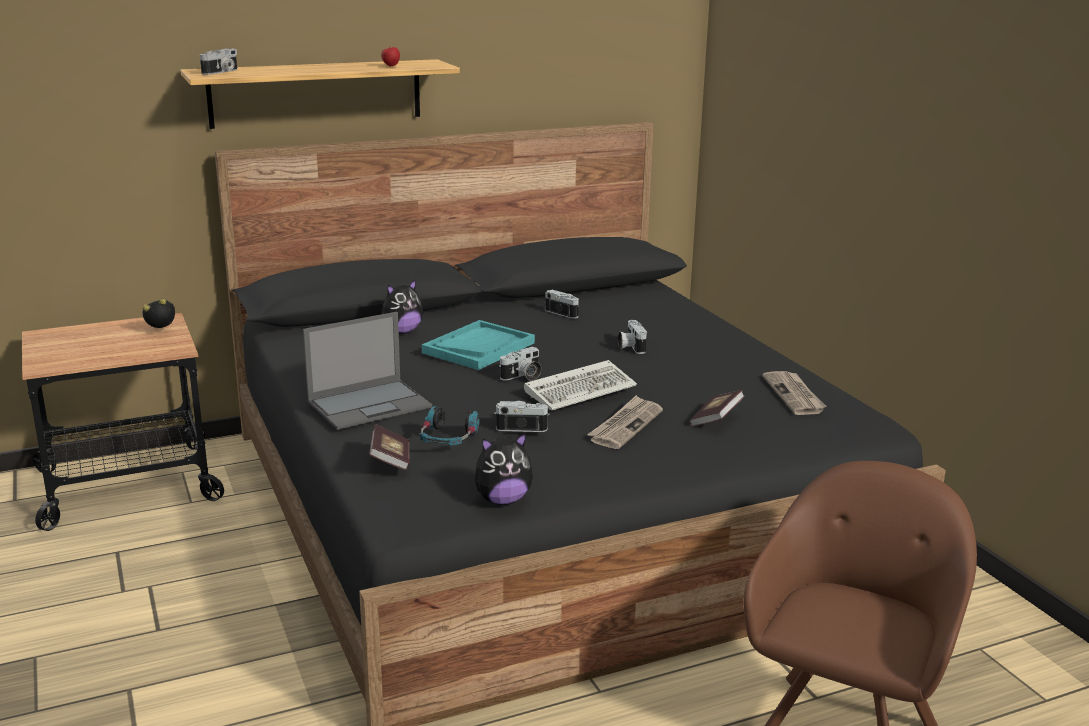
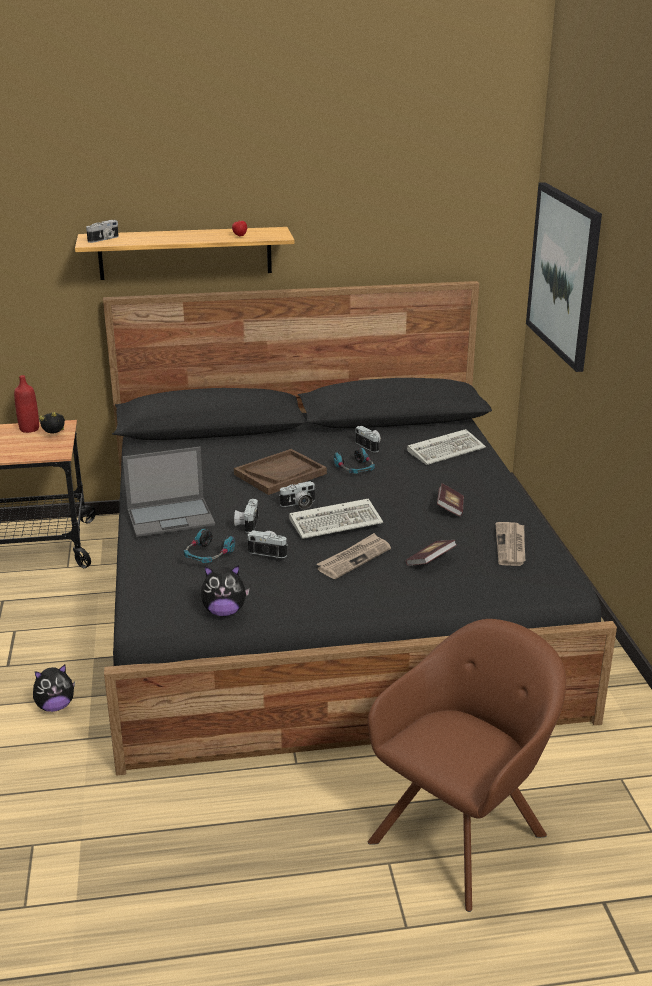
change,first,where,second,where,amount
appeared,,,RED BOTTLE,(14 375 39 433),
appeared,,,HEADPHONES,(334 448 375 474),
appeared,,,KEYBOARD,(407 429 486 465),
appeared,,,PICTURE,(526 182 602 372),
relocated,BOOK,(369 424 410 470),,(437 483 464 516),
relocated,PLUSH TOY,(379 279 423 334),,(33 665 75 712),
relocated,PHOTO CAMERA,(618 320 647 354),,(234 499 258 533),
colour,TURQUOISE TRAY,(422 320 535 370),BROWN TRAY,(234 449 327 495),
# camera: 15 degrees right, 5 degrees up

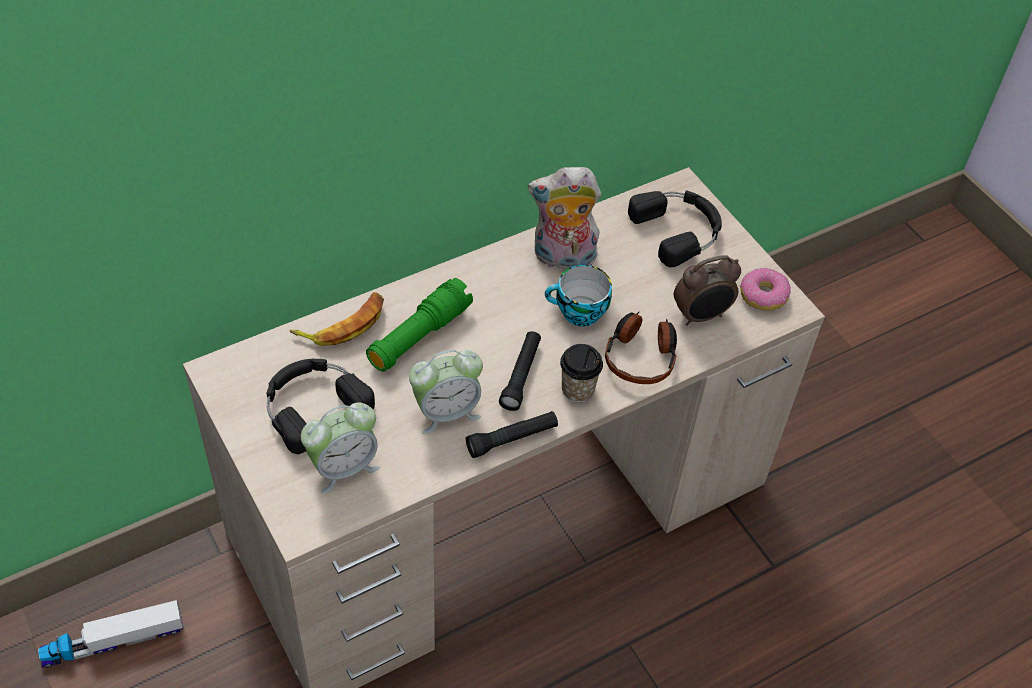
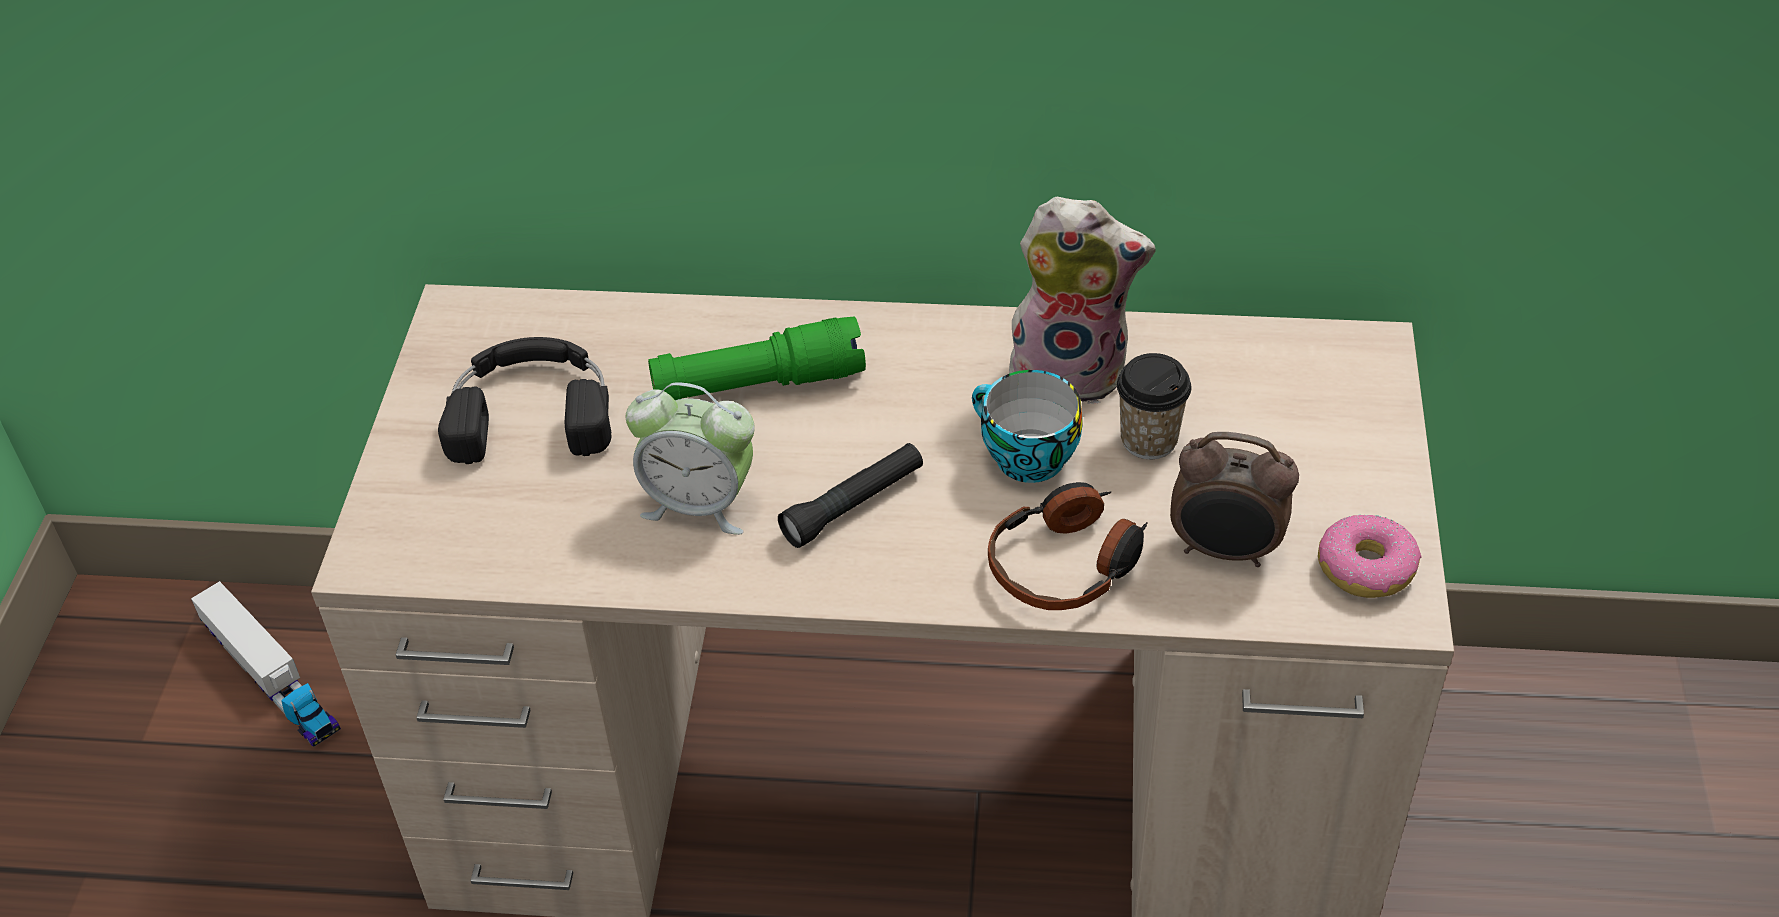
change,first,where,second,where,amount
missing,BANANA,(290 292 384 346),,,
missing,ALARM CLOCK,(301 403 380 494),,,
missing,BLACK FLASHLIGHT,(466 411 558 458),,,
missing,BLACK HEADPHONES,(628 191 722 267),,,
relocated,CUP,(560 344 603 403),,(1117 353 1191 459),
spun,TOY TRUCK,(38 600 184 668),,(191 581 341 747),150 degrees counterclockwise
spun,PLUSH TOY,(528 167 601 272),,(1009 197 1155 404),150 degrees clockwise
# camera: 40 degrees right, 5 degrees down

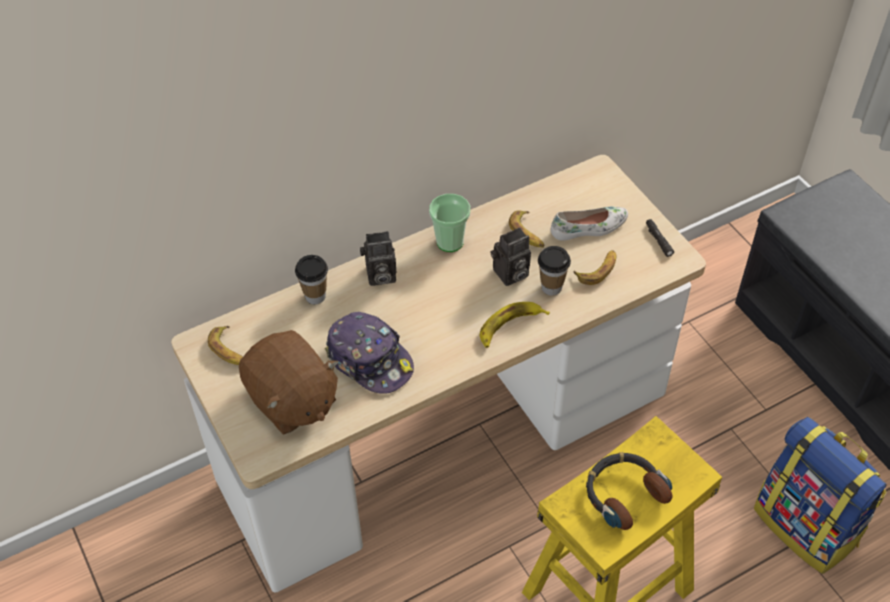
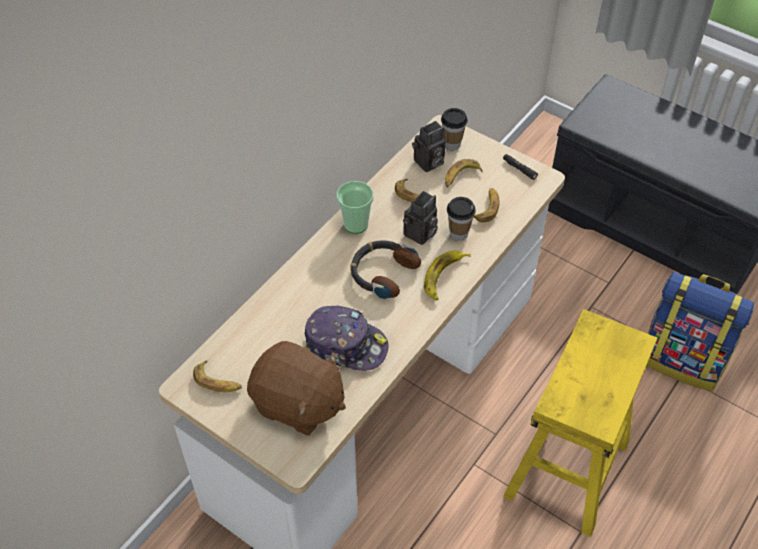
change,first,where,second,where,amount
relocated,CUP,(295 255 328 304),,(441 108 468 150),
relocated,PHOTO CAMERA,(360 231 397 286),,(412 121 446 172),
relocated,HEADPHONES,(586 452 672 530),,(351 240 421 299),
exchanged,WHITE SHOE,(550 207 628 241),BANANA,(445 159 483 187),
# camera: 25 degrees left, 0 degrees up

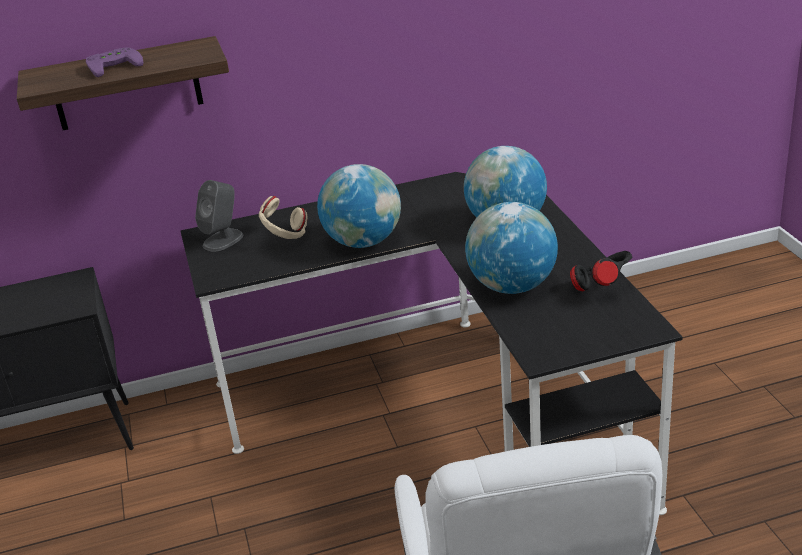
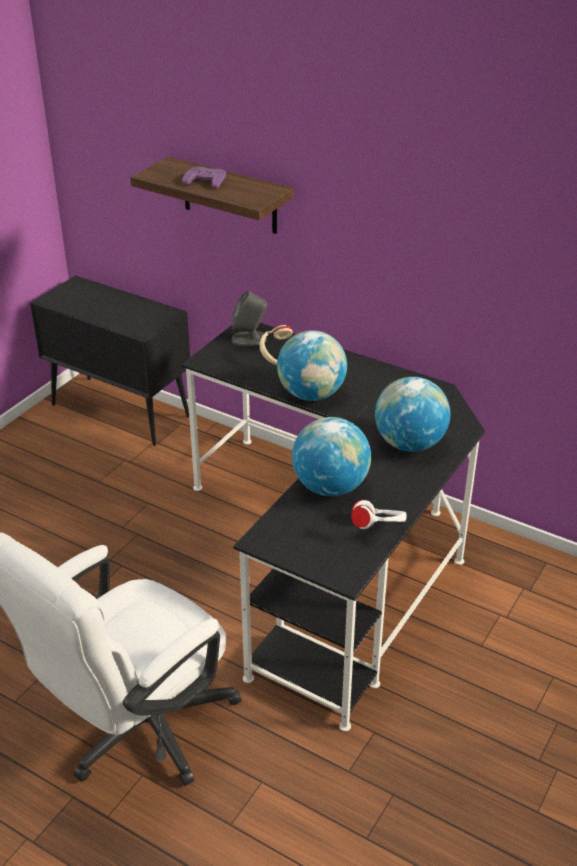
change,first,where,second,where,amount
colour,BLACK HEADPHONES,(570 251 633 291),WHITE HEADPHONES,(351 500 407 529),
# camera: 45 degrees right, 5 degrees up

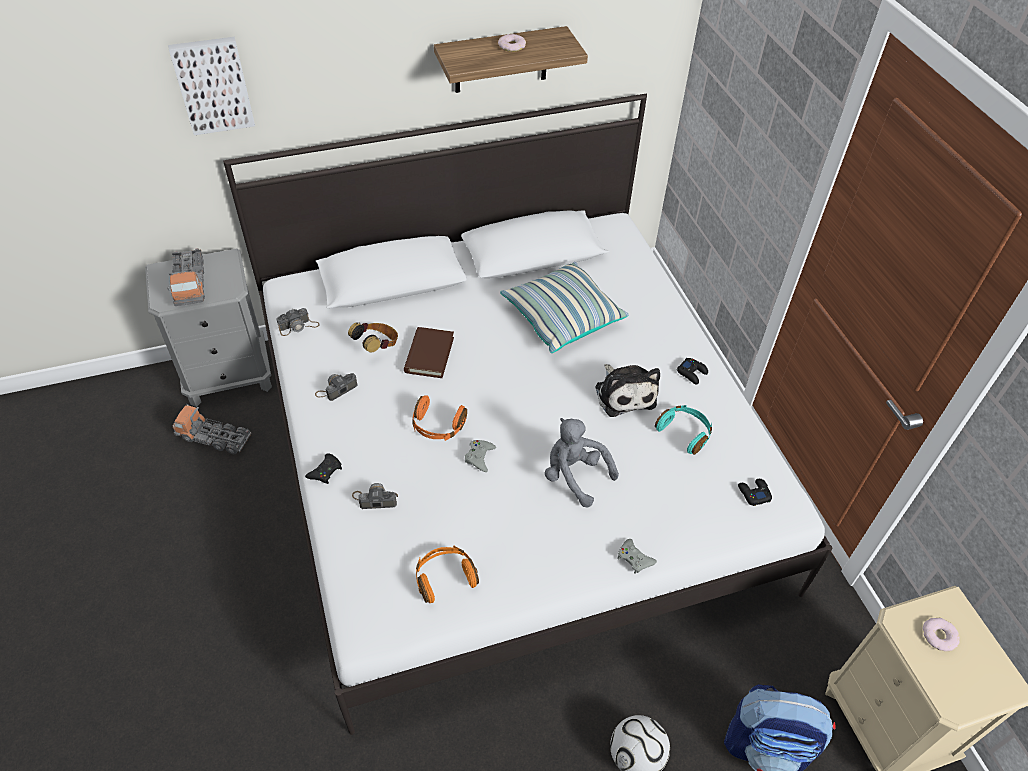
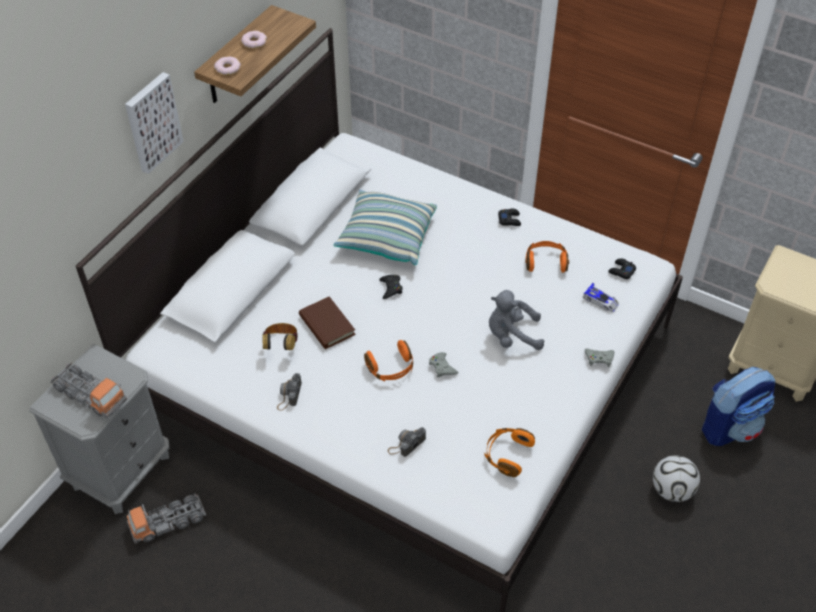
change,first,where,second,where,amount
missing,PHOTO CAMERA,(276 308 320 336),,,
missing,PLUSH TOY,(595 364 660 417),,,
appeared,,,TOY CAR,(583 283 619 312),
relocated,PICTURE,(168 37 255 135),,(125 72 184 174),
relocated,BLACK GAME CONTROLLER,(305 454 342 484),,(379 275 403 299),
relocated,DONUT,(923 618 960 651),,(214 57 241 75),
colour,TURQUOISE HEADPHONES,(655 405 712 455),ORANGE HEADPHONES,(525 241 569 273),
# camera: 40 degrees left, 0 degrees up

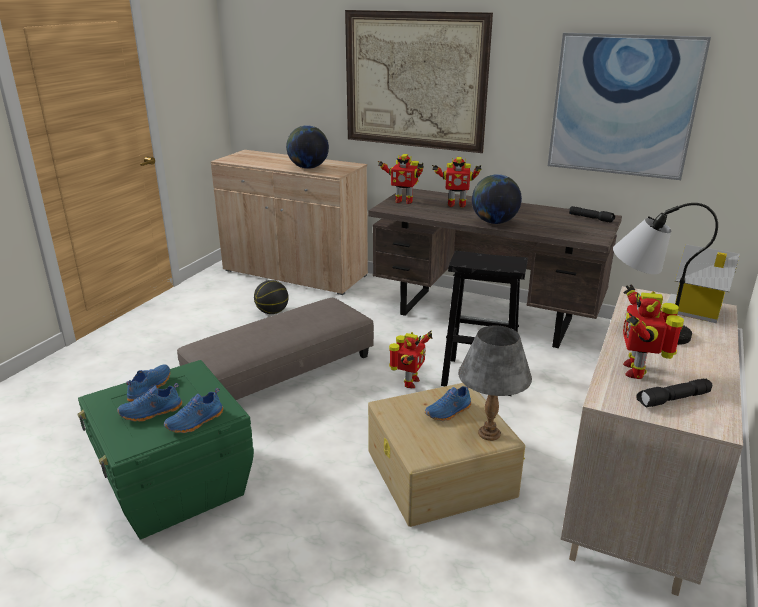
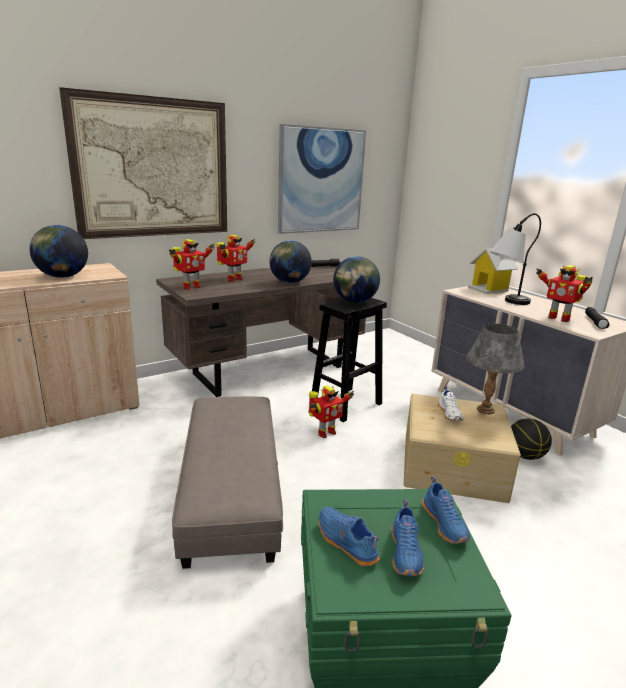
change,first,where,second,where,amount
appeared,,,GLOBE,(333 256 380 303),
relocated,BASKETBALL,(254 280 289 314),,(511 418 552 460),
colour,BLUE SHOE,(425 386 471 421),WHITE SHOE,(438 386 463 421),
spun,TOY ROBOT,(389 331 432 388),,(308 385 354 438),90 degrees clockwise
# camera: 60 degrees left, 5 degrees down

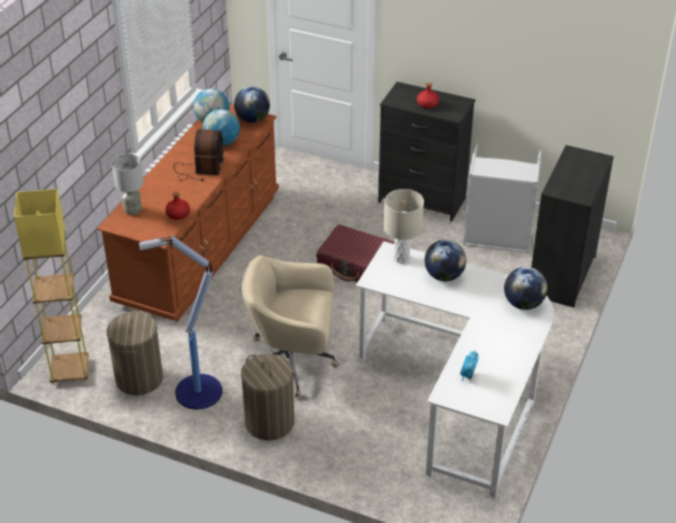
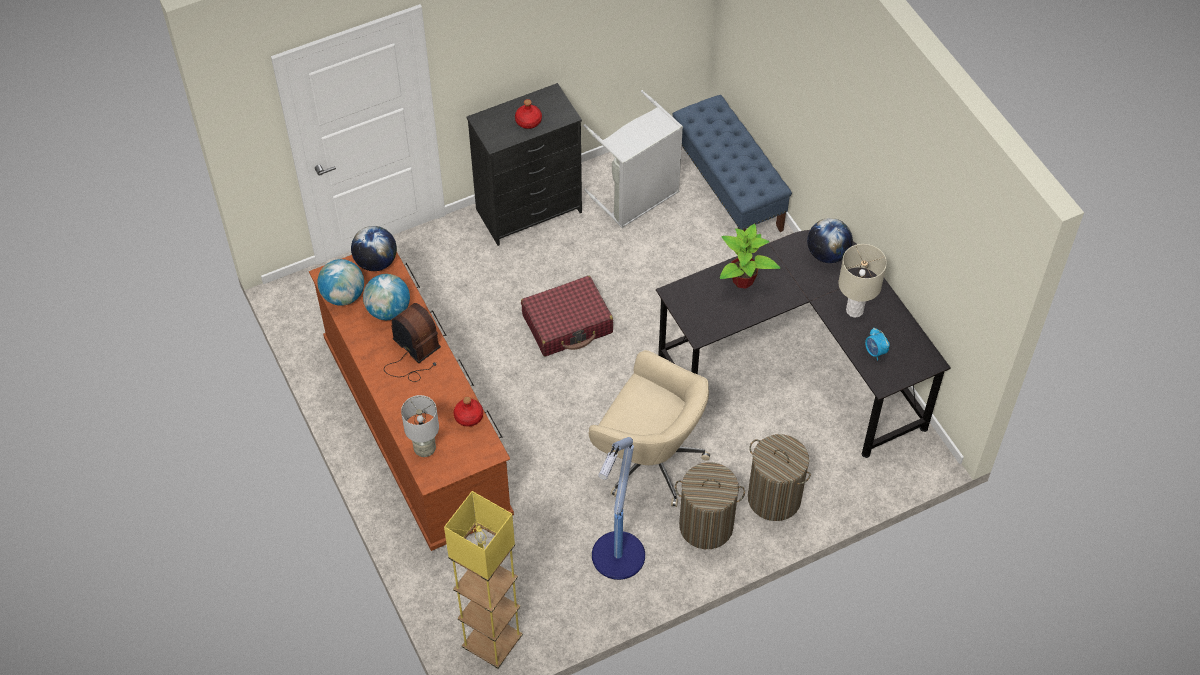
change,first,where,second,where,amount
relocated,LAUNDRY BASKET,(107 310 163 395),,(748 434 811 521),
relocated,BEIGE TABLE LAMP,(384 189 424 264),,(838 244 887 318),
exchanged,GLOBE,(424 240 466 281),POTTED PLANT,(720 224 780 289),
exchanged,BLACK DRESSER,(531 145 614 308),BLUE BENCH,(672 95 792 232),
colour,WHITE DESK,(356 241 554 500),BLACK DESK,(656 230 951 458),
spun,BEIGE OFFICE CHAIR,(242 256 340 398),,(589 350 710 507),105 degrees counterclockwise
# camera: 50 degrees left, 15 degrees up

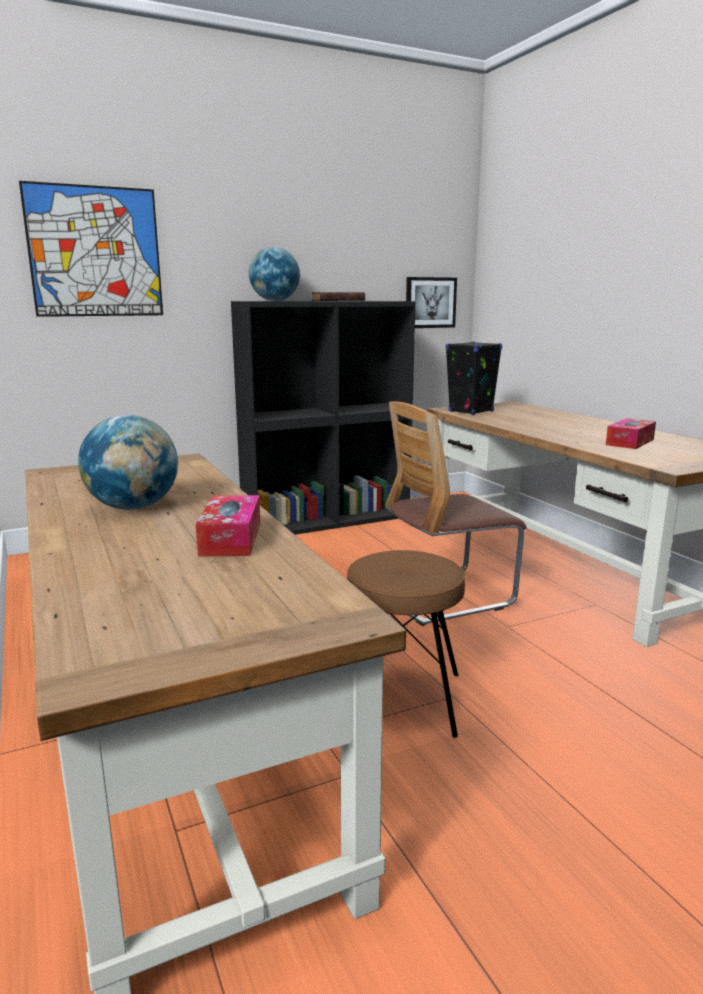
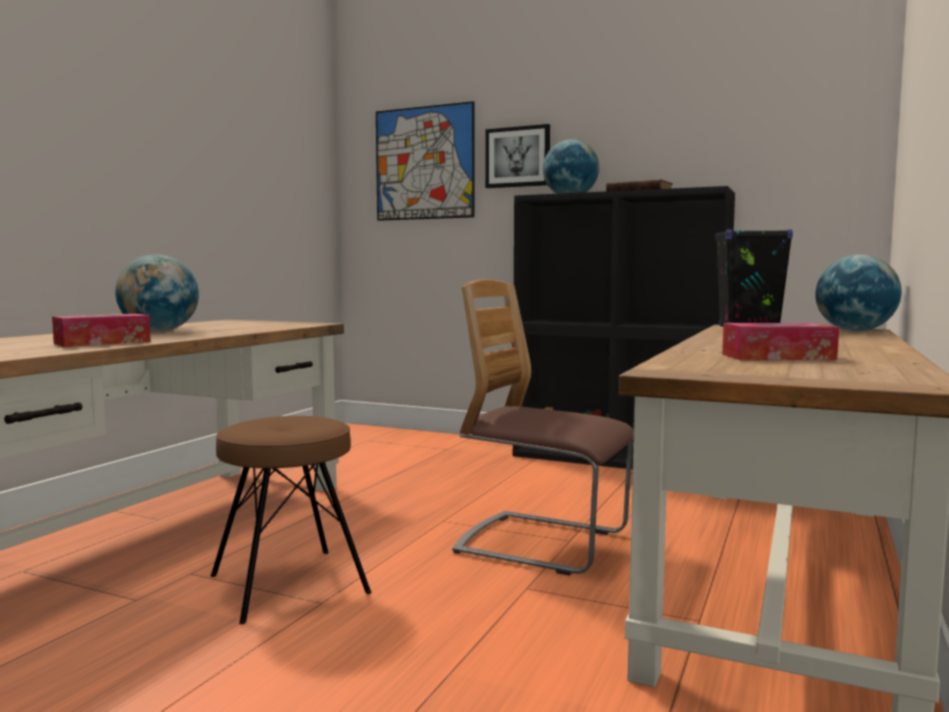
change,first,where,second,where,amount
appeared,,,GLOBE,(815 255 902 331),
relocated,PICTURE,(406 277 457 328),,(485 124 550 188),
# camera: 50 degrees right, 10 degrees down

